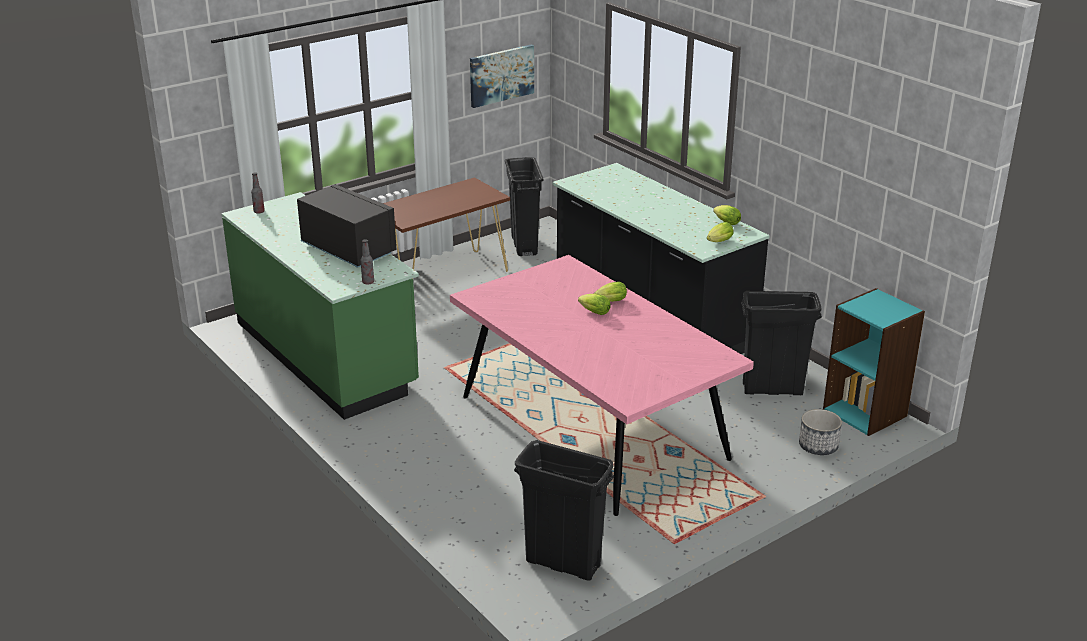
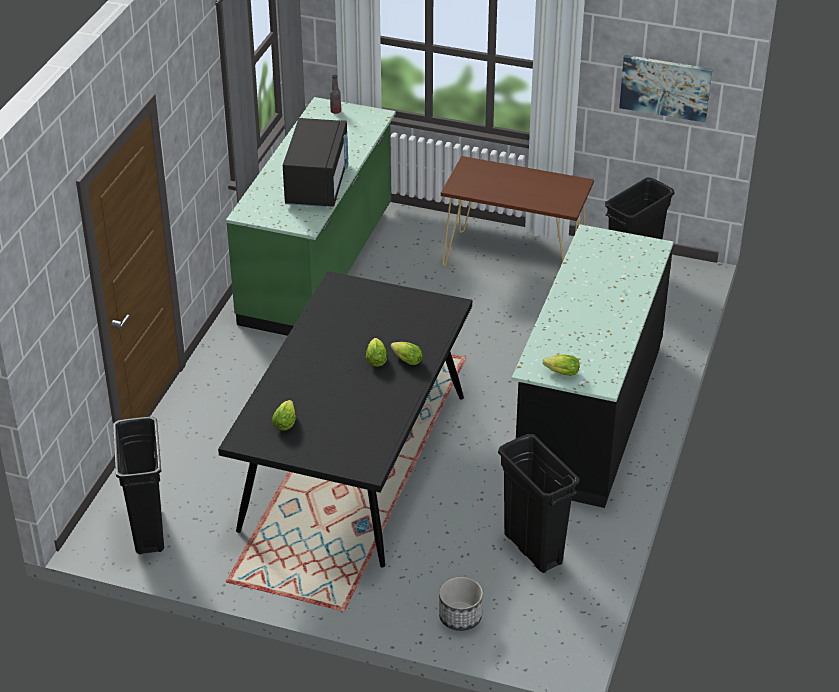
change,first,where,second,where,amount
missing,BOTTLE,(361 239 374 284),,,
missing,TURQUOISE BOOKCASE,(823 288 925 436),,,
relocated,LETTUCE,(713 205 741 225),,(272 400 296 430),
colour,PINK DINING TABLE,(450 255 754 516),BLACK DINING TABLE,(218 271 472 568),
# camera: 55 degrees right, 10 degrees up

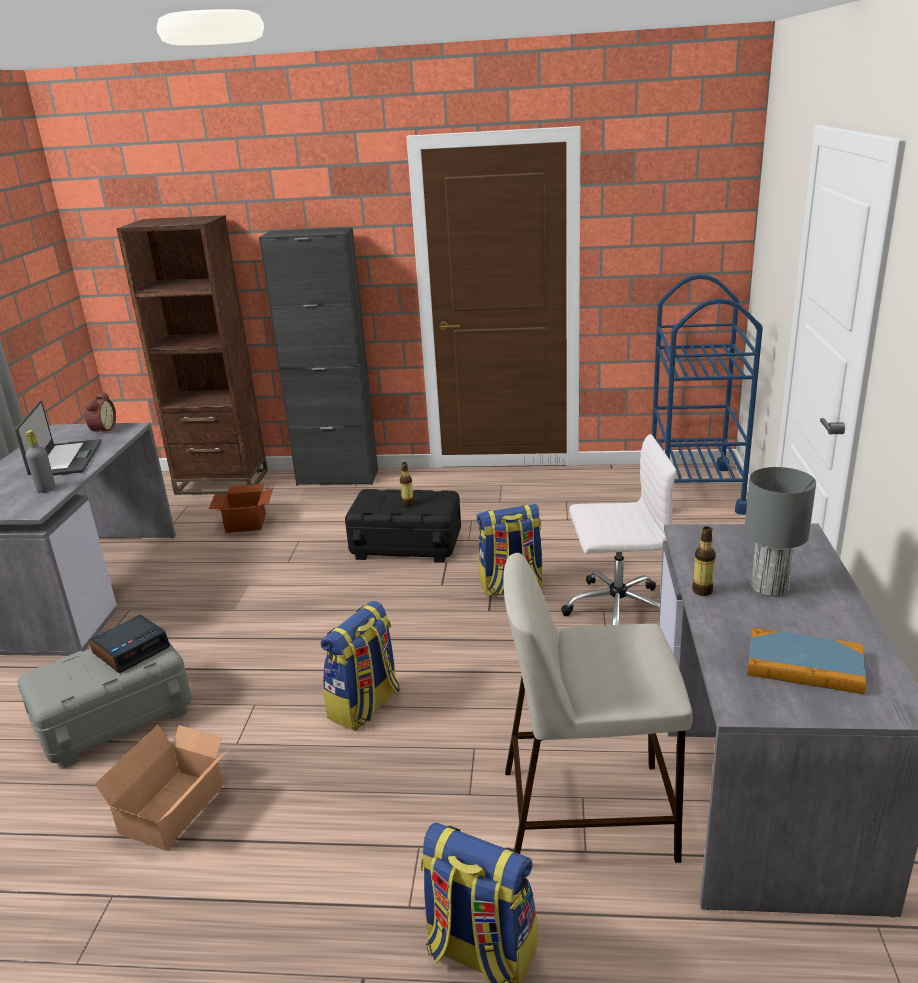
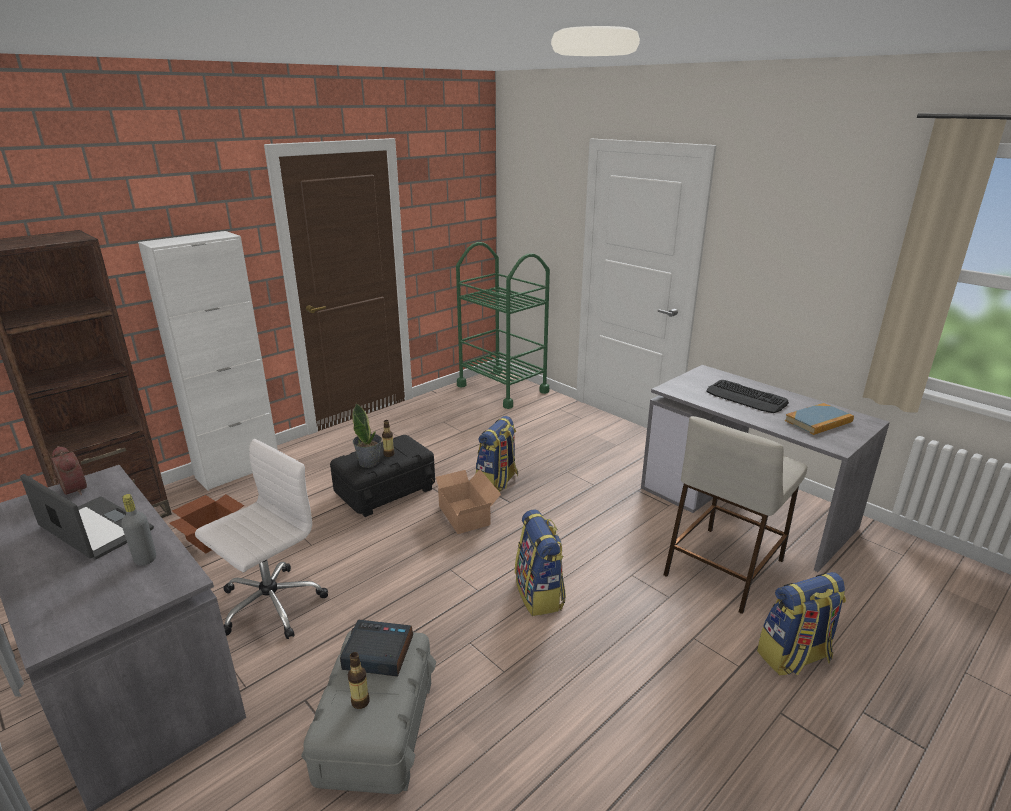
change,first,where,second,where,amount
appeared,,,POTTED PLANT,(353 403 382 468),
relocated,CARDBOARD BOX,(95 725 230 850),,(431 469 501 534),
relocated,WHITE OFFICE CHAIR,(561 434 676 625),,(195 439 328 639),
relocated,BOTTLE,(692 526 716 596),,(348 652 370 709),
exchanged,GREY TABLE LAMP,(744 467 816 597),KEYBOARD,(706 380 789 413),
colour,BLACK CABINET,(259 227 378 486),WHITE CABINET,(138 231 278 491),
colour,BLUE CART,(652 274 763 515),GREEN CART,(456 242 550 409),
spun,ALARM CLOCK,(89 615 170 673),,(340 619 413 677),75 degrees counterclockwise
# camera: 50 degrees left, 0 degrees up

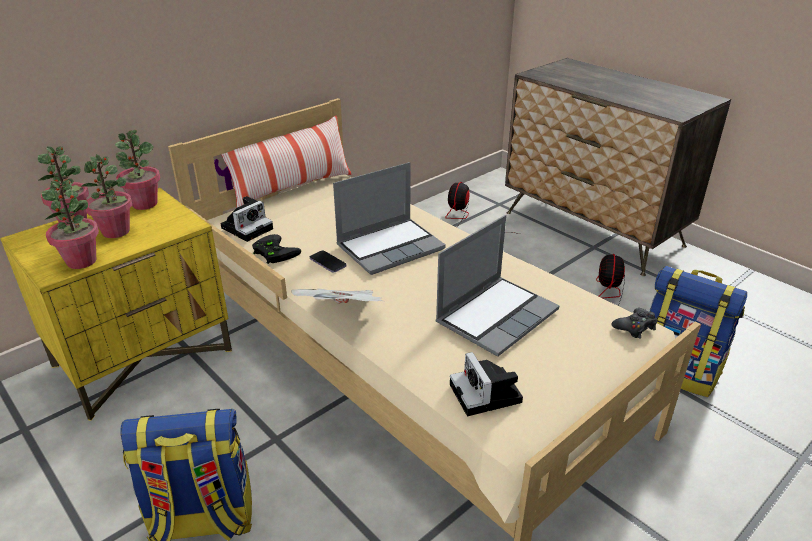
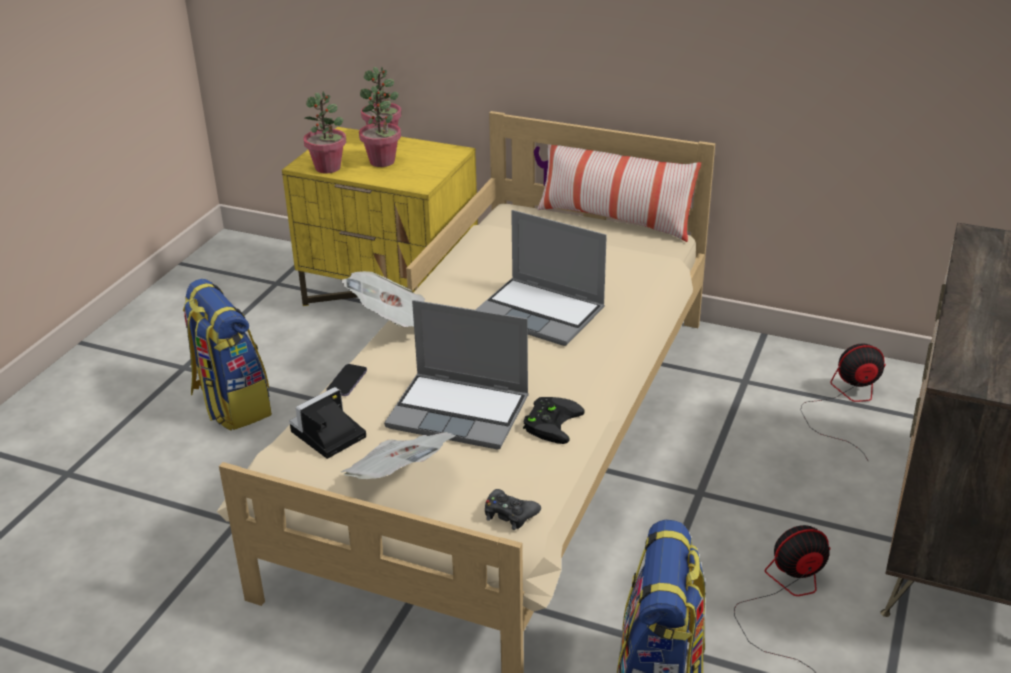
change,first,where,second,where,amount
missing,POTTED PLANT,(115 130 161 210),,,
missing,PHOTO CAMERA,(221 196 273 242),,,
appeared,,,NEWSPAPER,(341 432 456 479),
relocated,BLACK GAME CONTROLLER,(252 234 301 264),,(523 397 584 444),
relocated,PHONE,(310 250 347 273),,(326 364 367 396),
# camera: 65 degrees right, 0 degrees up

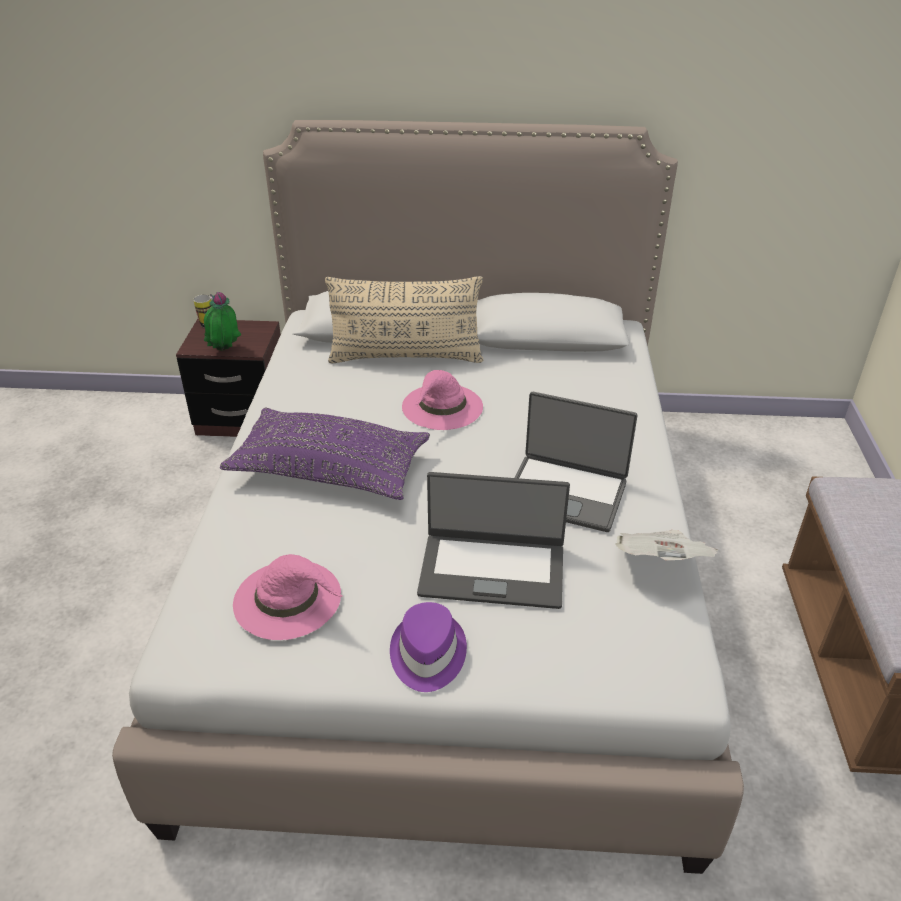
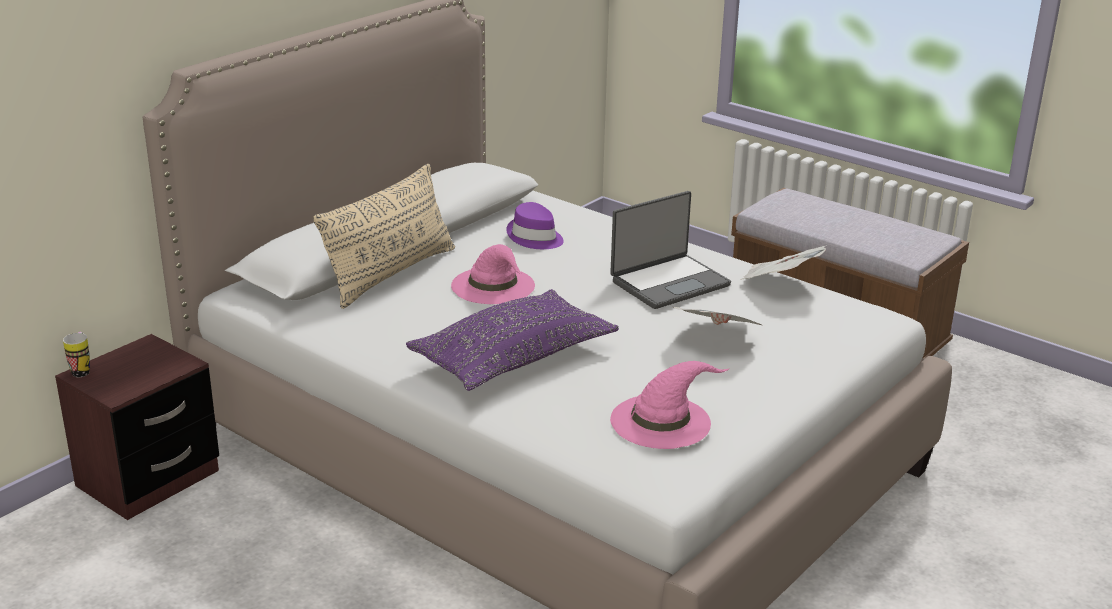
change,first,where,second,where,amount
missing,POTTED PLANT,(204 292 242 351),,,
relocated,PURPLE HAT,(390 602 467 692),,(506 202 564 249),
exchanged,LAPTOP,(417 472 570 609),NEWSPAPER,(673 307 762 325),
# camera: 55 degrees left, 10 degrees down

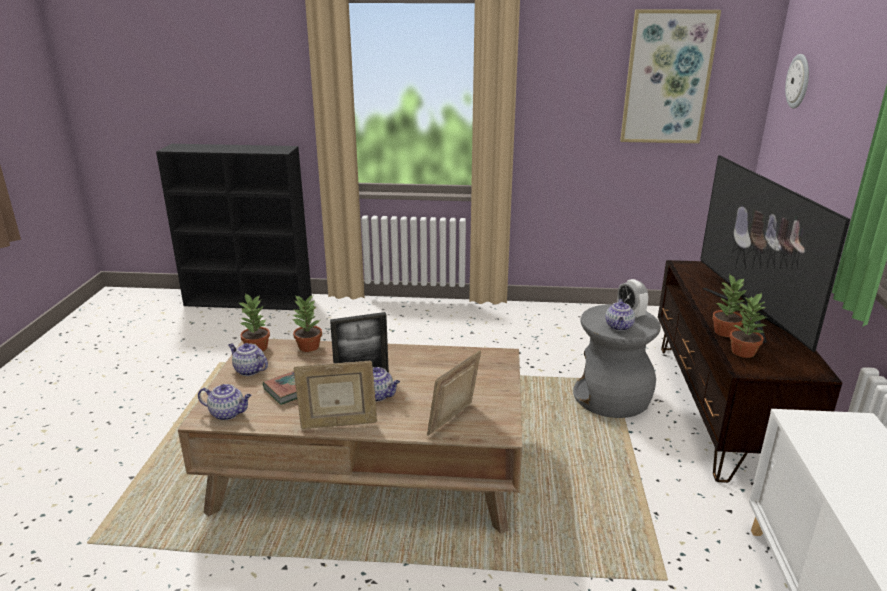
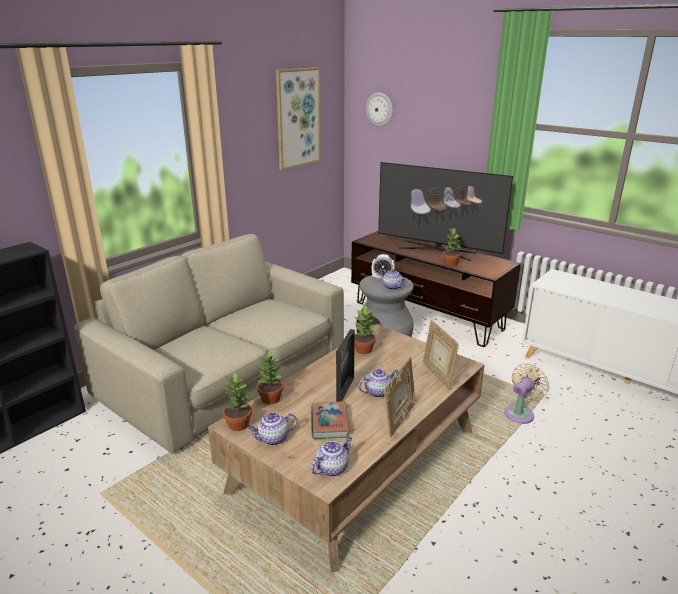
change,first,where,second,where,amount
appeared,,,BEIGE SOFA,(73 234 344 453),
appeared,,,BEIGE FAN,(505 363 549 424),
relocated,POTTED PLANT,(729 293 767 358),,(354 306 377 354),
# camera: 55 degrees left, 0 degrees up

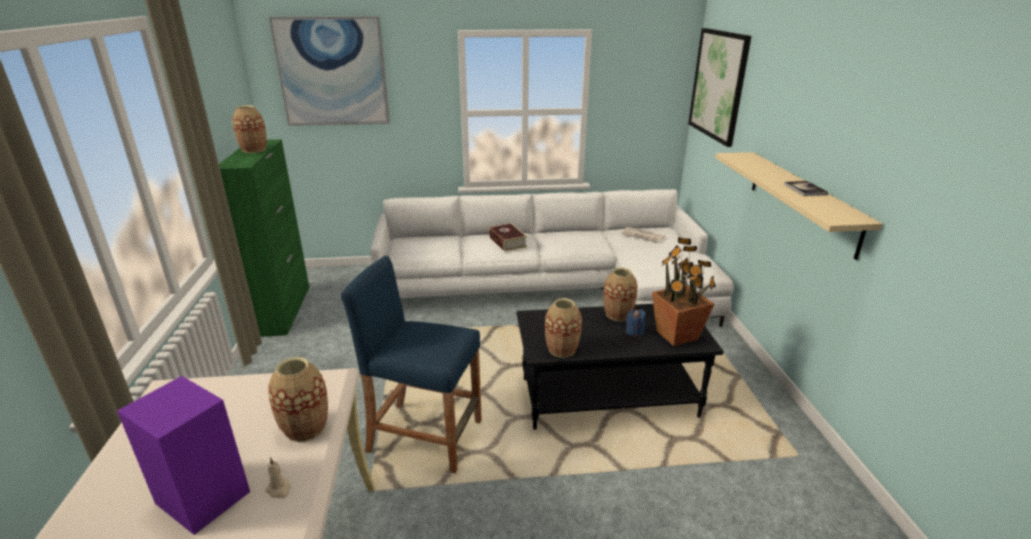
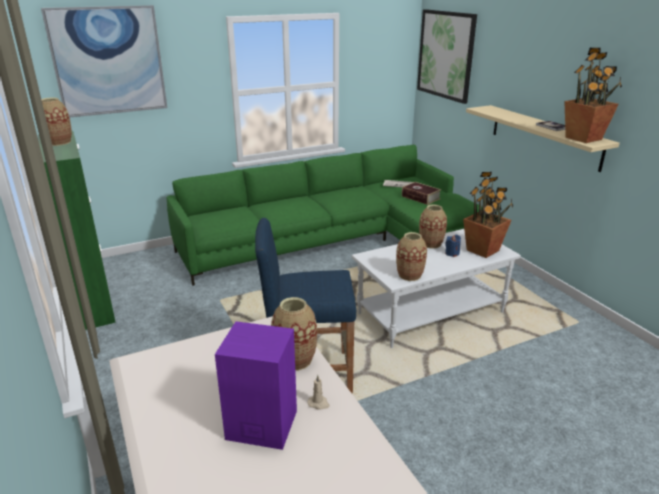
change,first,where,second,where,amount
appeared,,,POTTED PLANT,(564 48 622 143),
relocated,BOOK,(489 223 527 252),,(402 182 441 205),
colour,WHITE SOFA,(370 189 734 327),GREEN SOFA,(167 145 482 286),
colour,BLACK COFFEE TABLE,(516 304 724 430),WHITE COFFEE TABLE,(352 229 521 348),
# camera: 20 degrees left, 0 degrees up

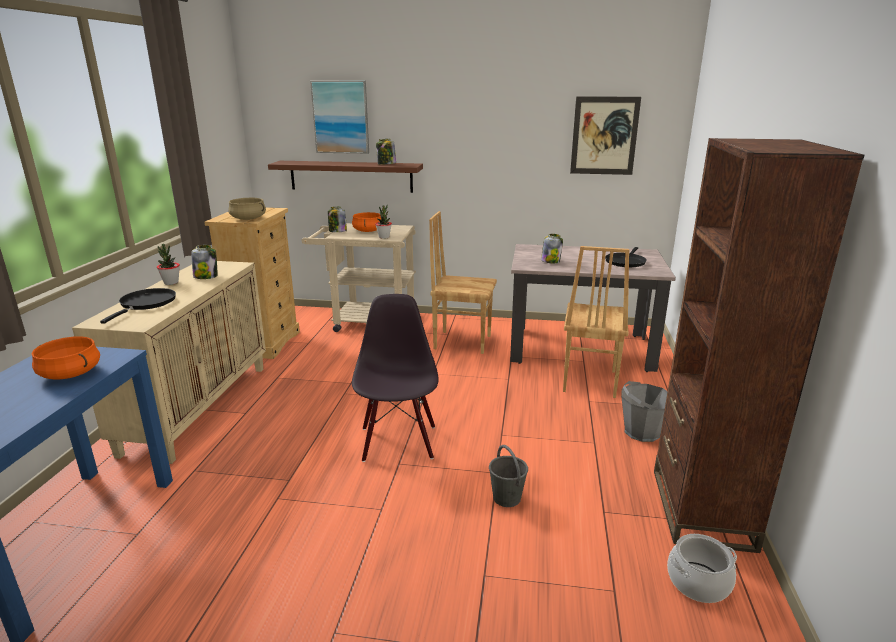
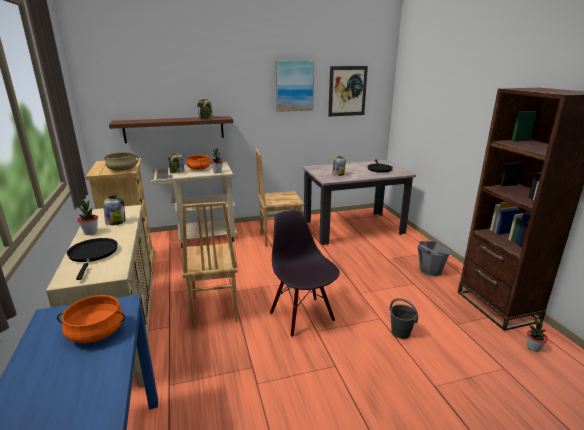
change,first,where,second,where,amount
relocated,PICTURE,(310 81 369 154),,(275 60 314 112),
relocated,BROWN CHAIR,(563 246 630 398),,(182 202 238 327),
exchanged,COOKING POT,(667 534 737 603),POTTED PLANT,(527 315 548 352),
# camera: 25 degrees left, 0 degrees up

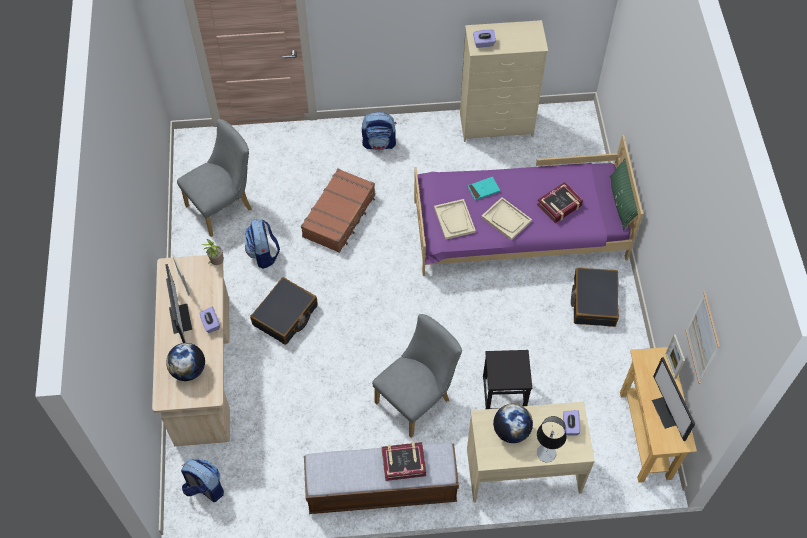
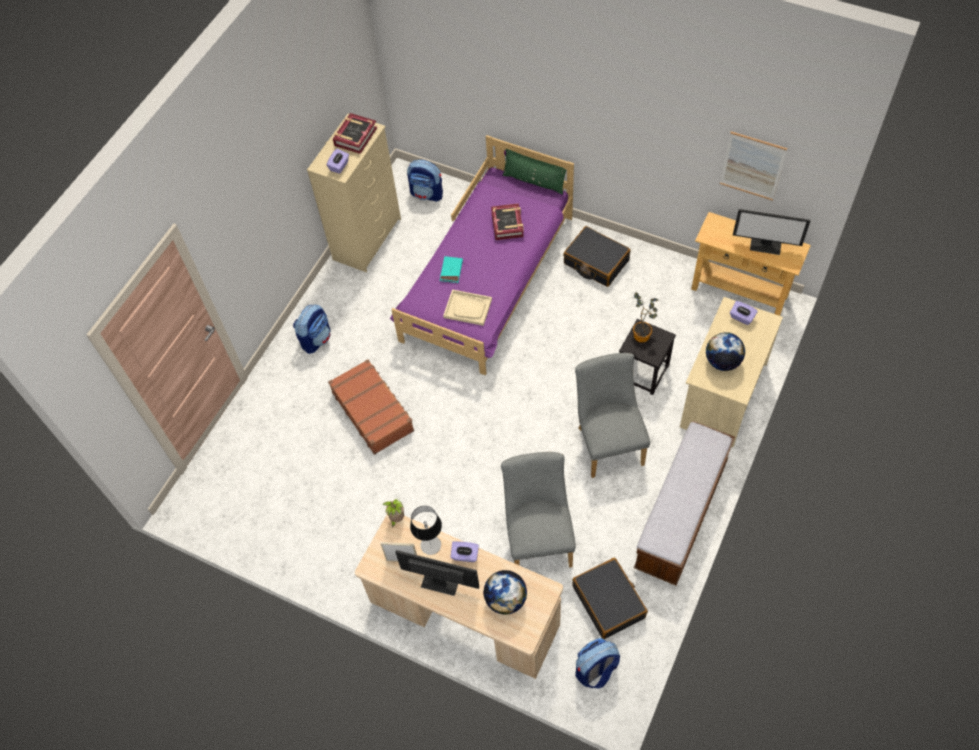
change,first,where,second,where,amount
missing,BEIGE TRAY,(481 197 532 241),,,
missing,PICTURE FRAME,(665 335 685 379),,,
appeared,,,POTTED PLANT,(633 292 658 343),
relocated,GREY CHAIR,(177 119 252 237),,(501 452 576 568),
relocated,BACKPACK,(245 219 280 269),,(407 160 443 202),
relocated,BLACK SUITCASE,(250 277 318 345),,(572 558 648 639),
relocated,BOOK,(382 442 426 481),,(333 113 377 154),
relocated,TABLE LAMP,(537 416 567 462),,(410 506 442 555),
# camera: 55 degrees left, 0 degrees up

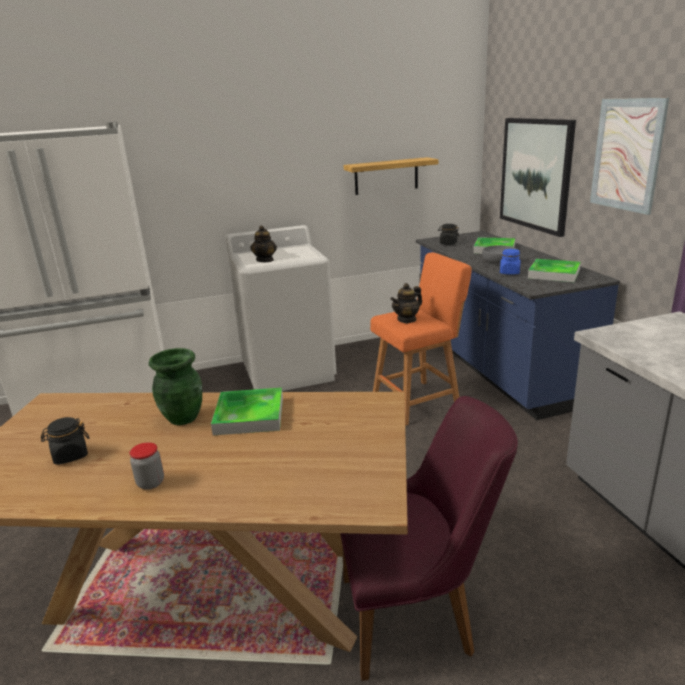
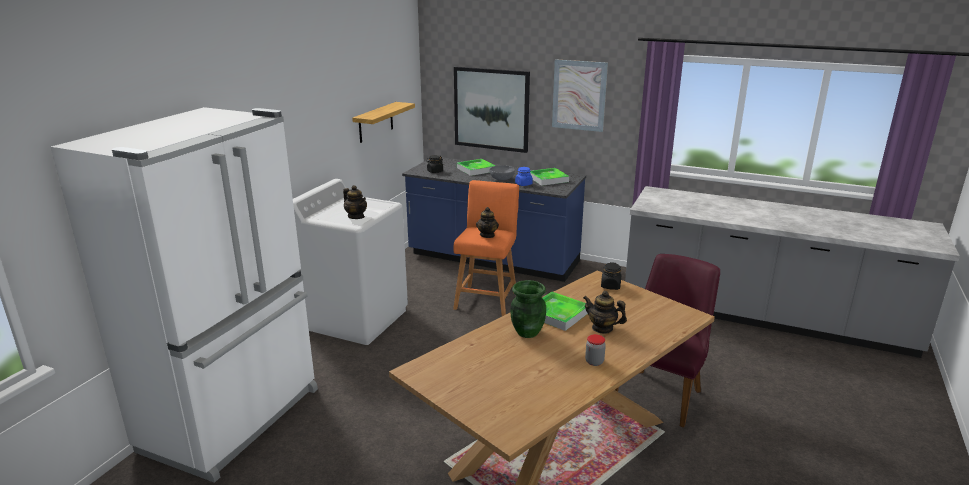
change,first,where,second,where,amount
appeared,,,TEAPOT,(583 291 627 334),
relocated,BLACK JAR,(41 417 89 465),,(601 262 621 290),
# camera: 50 degrees left, 0 degrees up

